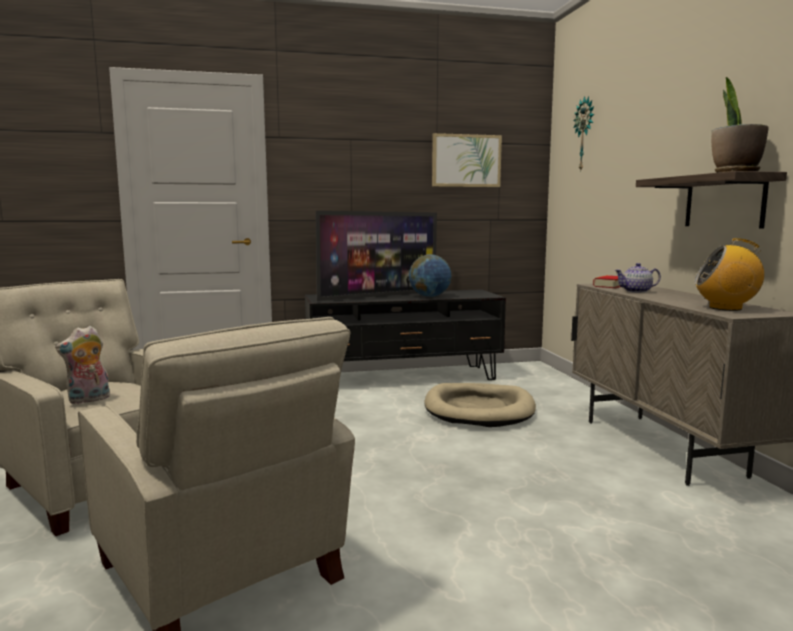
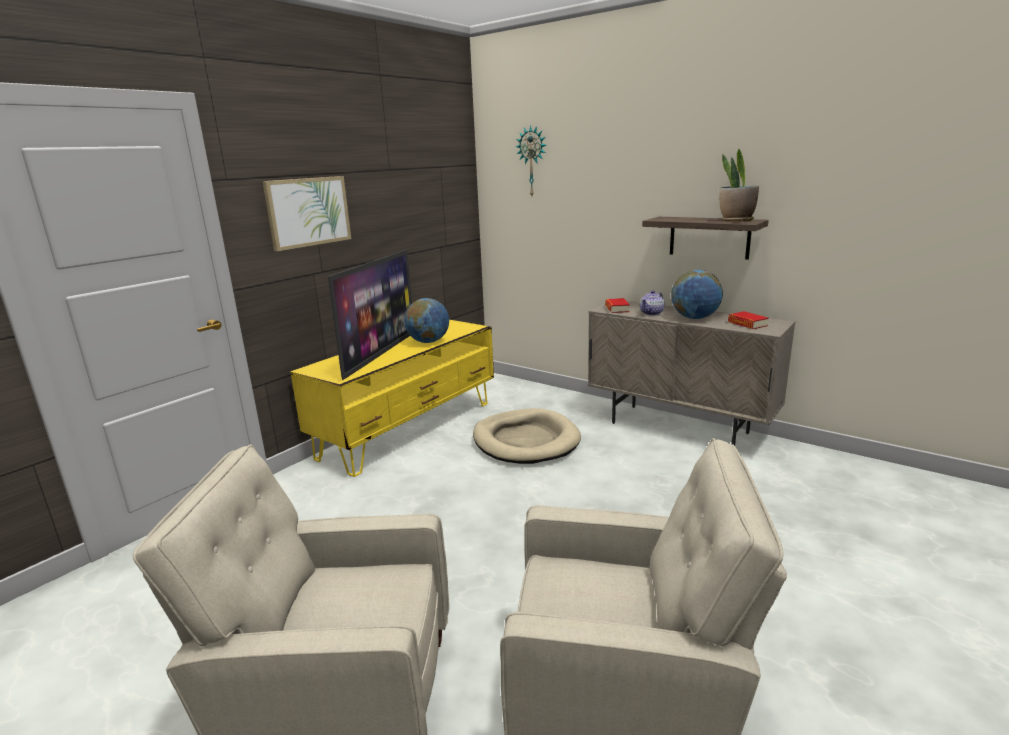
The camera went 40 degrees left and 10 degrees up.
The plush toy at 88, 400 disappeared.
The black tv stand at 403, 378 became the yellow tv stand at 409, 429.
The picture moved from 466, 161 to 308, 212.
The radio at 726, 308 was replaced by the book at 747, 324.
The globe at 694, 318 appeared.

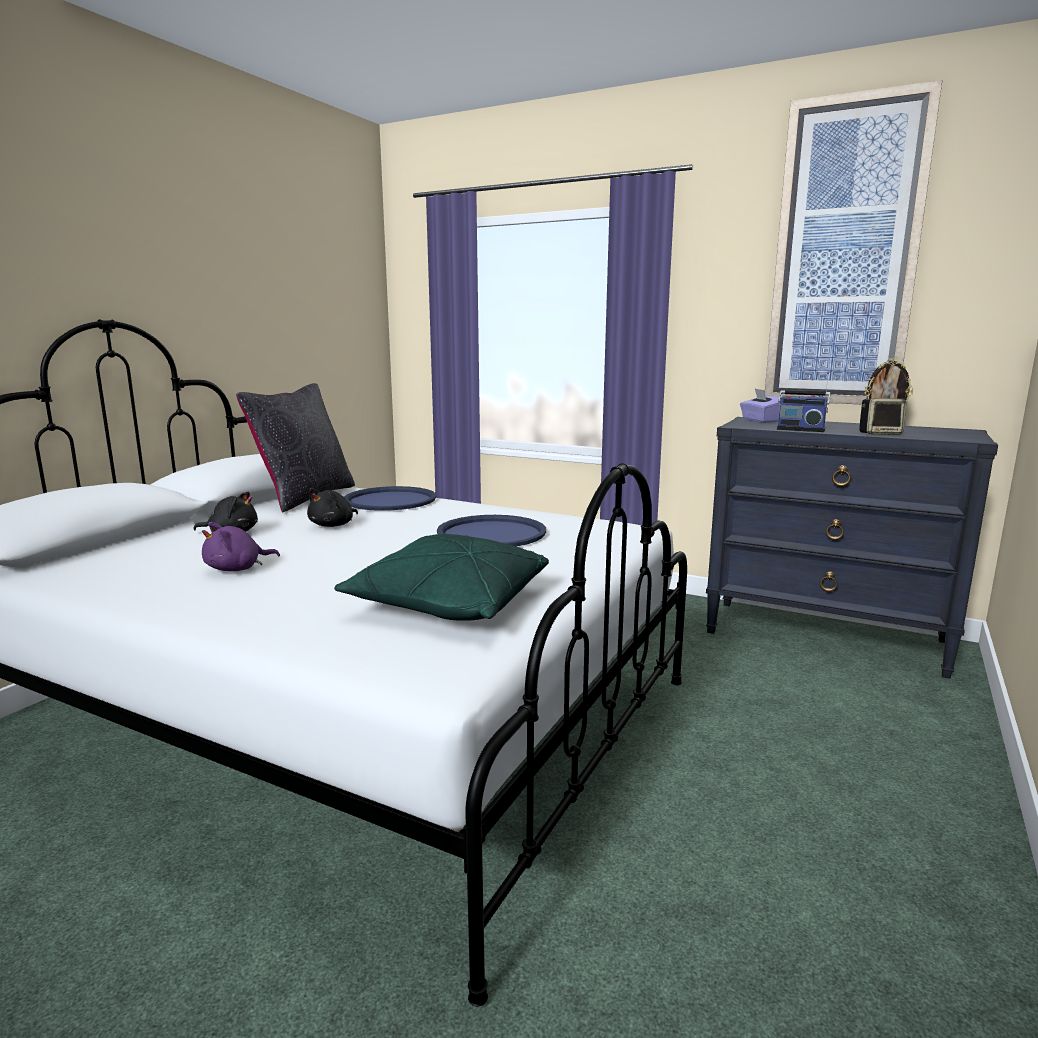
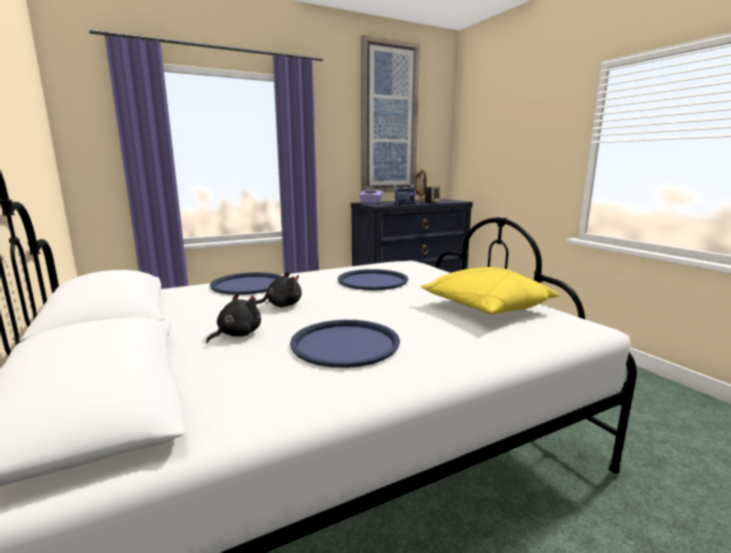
The camera went 55 degrees left and 0 degrees up.
The purple plush toy at 237, 569 was replaced by the blue tray at 345, 344.
The black pillow at 305, 497 disappeared.
The black plush toy at 333, 525 turned 90 degrees counterclockwise.
The green pillow at 449, 604 became the yellow pillow at 485, 308.

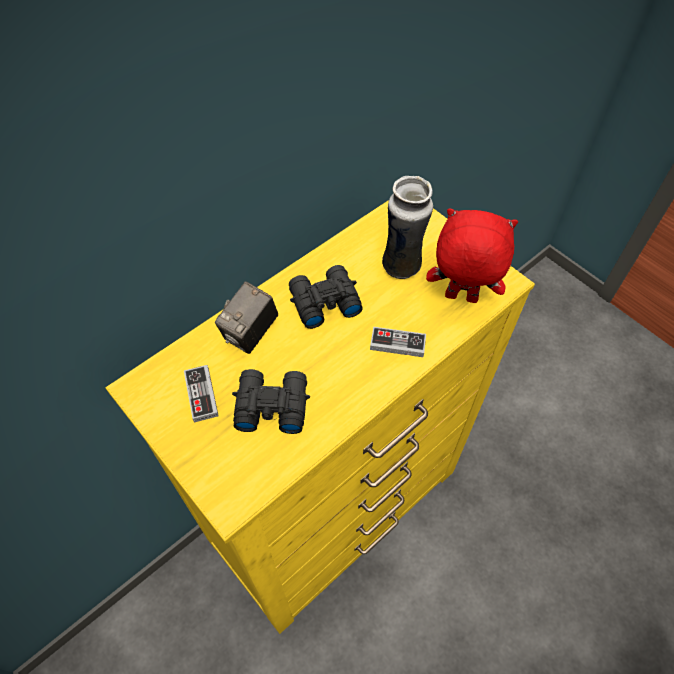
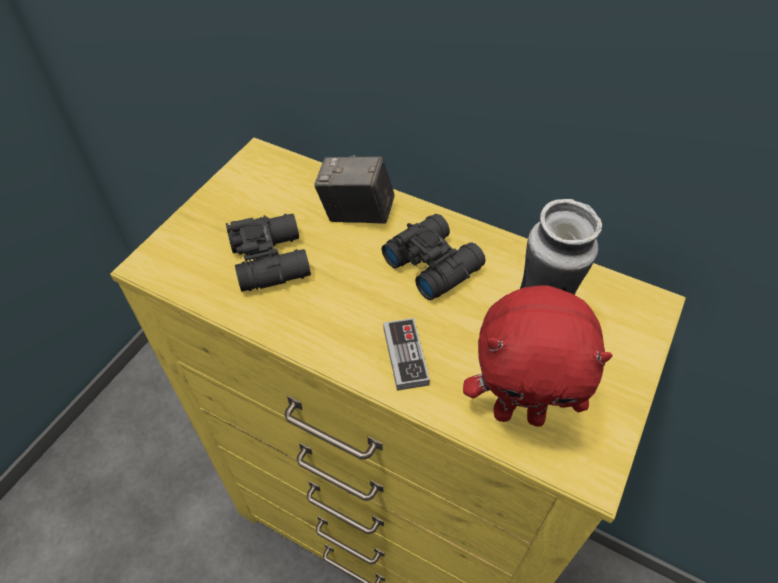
The camera went 70 degrees right and 5 degrees down.
The game controller at 201, 395 disappeared.
The red plush toy at 460, 299 turned 105 degrees clockwise.

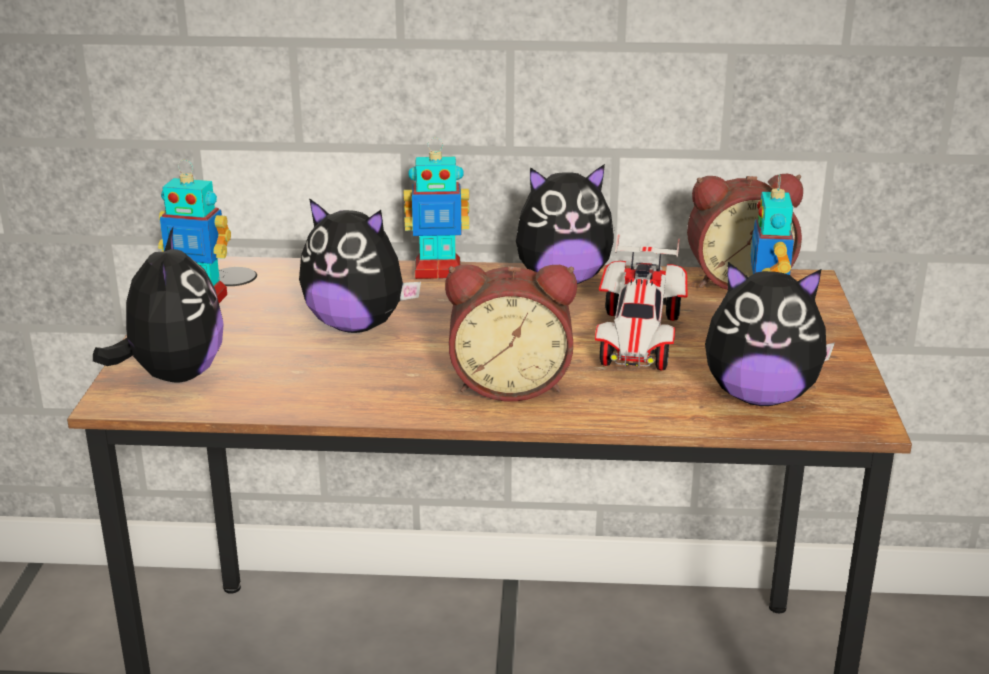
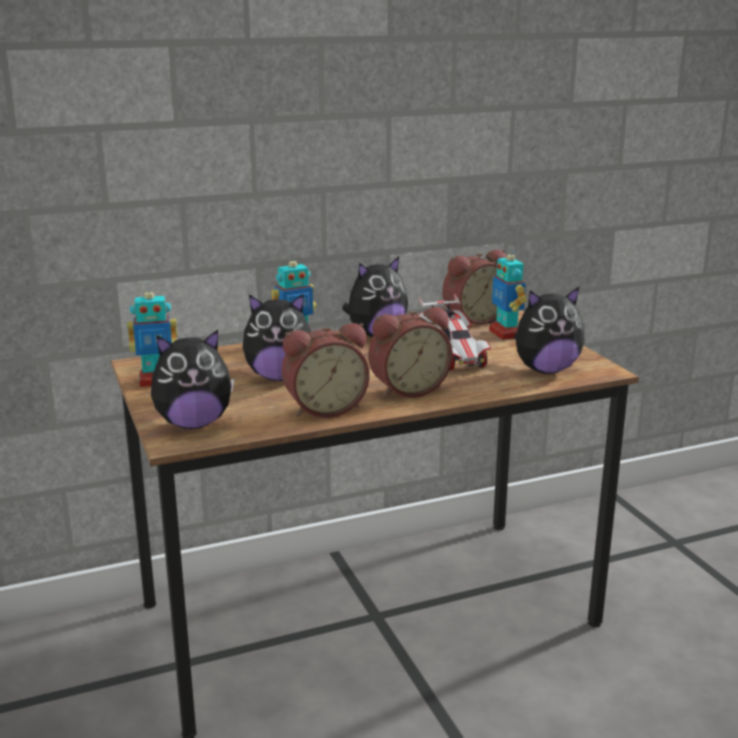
The camera went 25 degrees left and 5 degrees down.
The plush toy at 173, 376 turned 105 degrees clockwise.
The alarm clock at 324, 408 appeared.

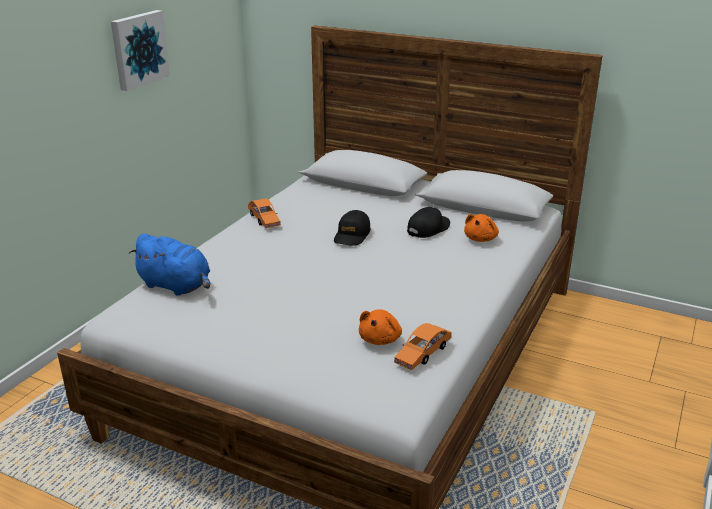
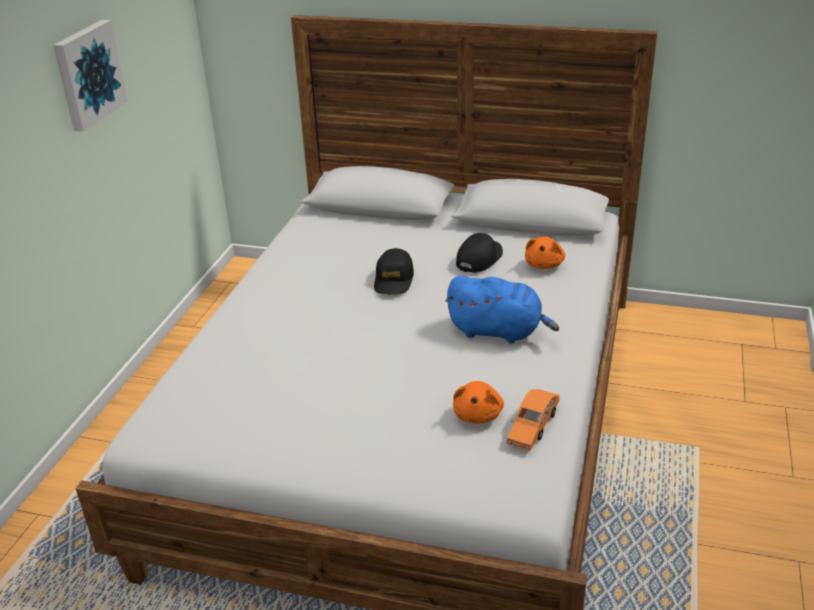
The camera went 10 degrees left and 5 degrees up.
The blue plush toy moved from 176, 286 to 498, 331.
The orange toy car at 264, 220 disappeared.

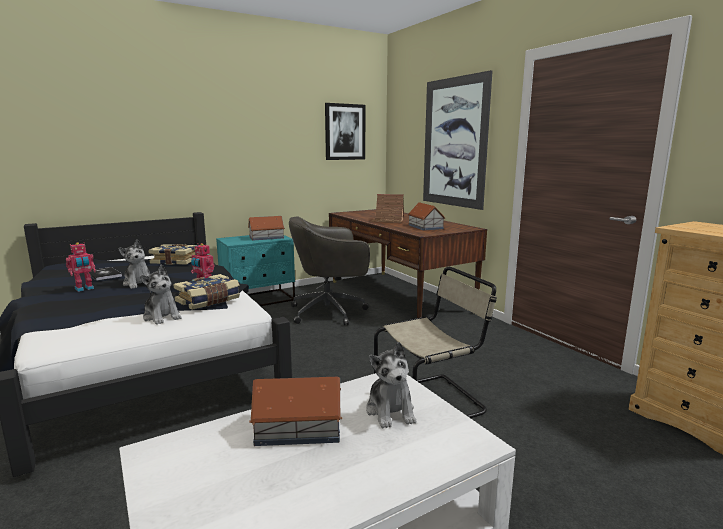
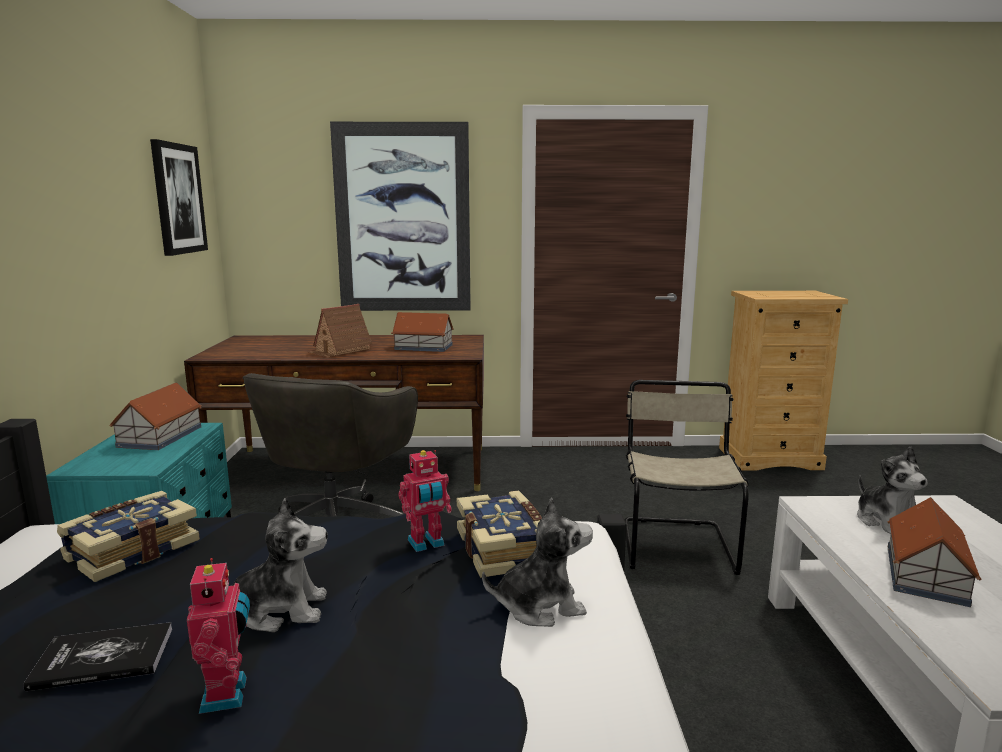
The camera went 60 degrees left and 0 degrees up.
The plush toy at 391, 411 turned 60 degrees clockwise.

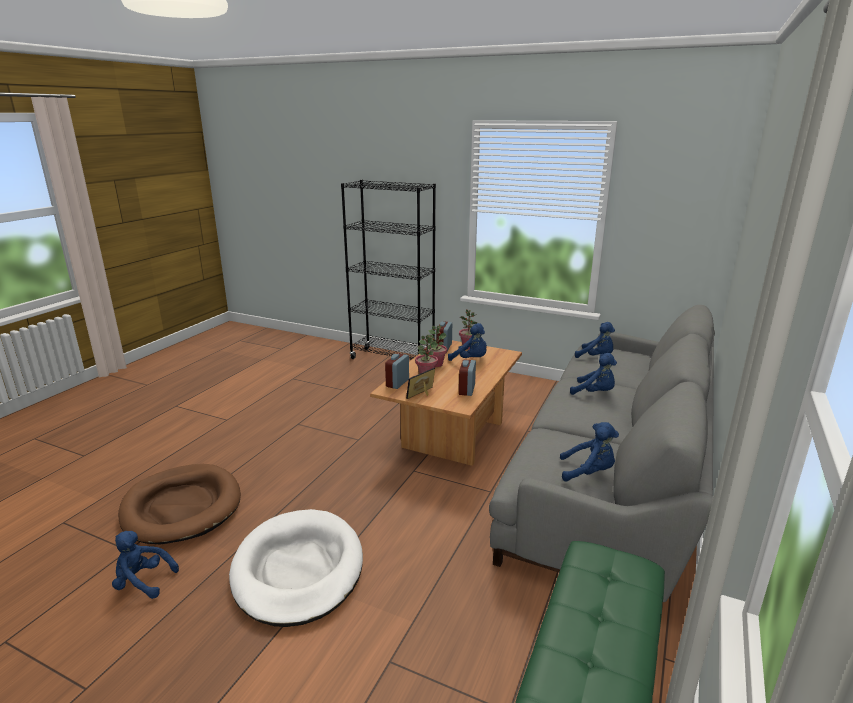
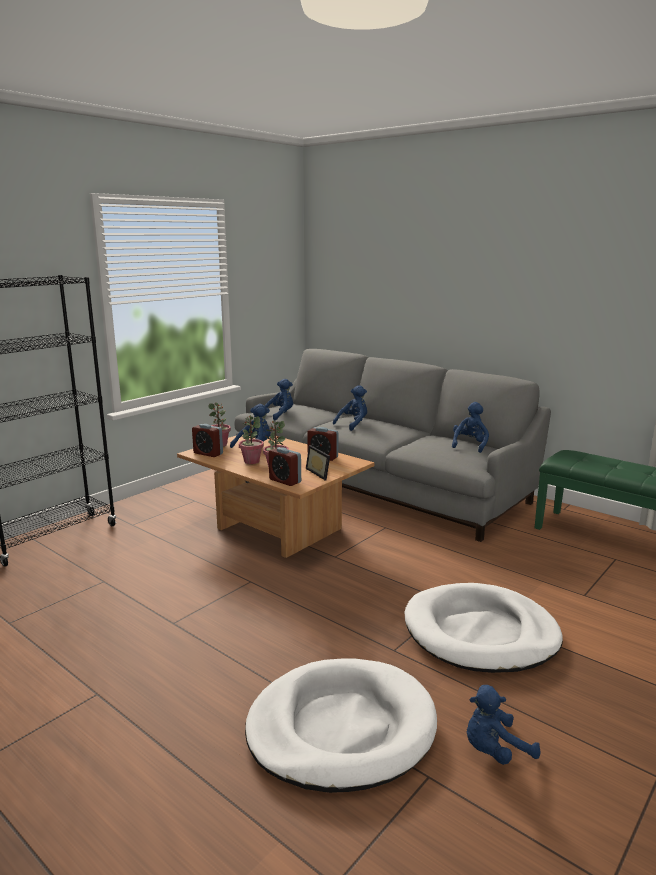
The camera went 75 degrees left and 5 degrees down.
The blue plush toy at 143, 582 turned 45 degrees clockwise.
The brown dog bed at 182, 507 became the white dog bed at 341, 728.

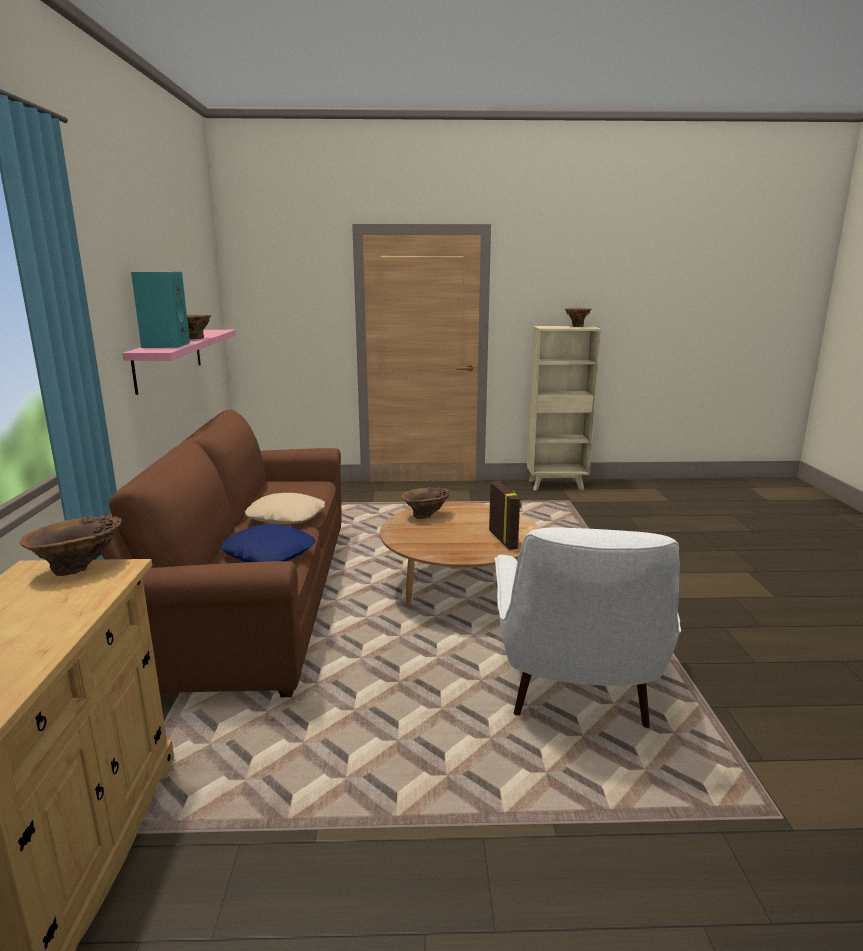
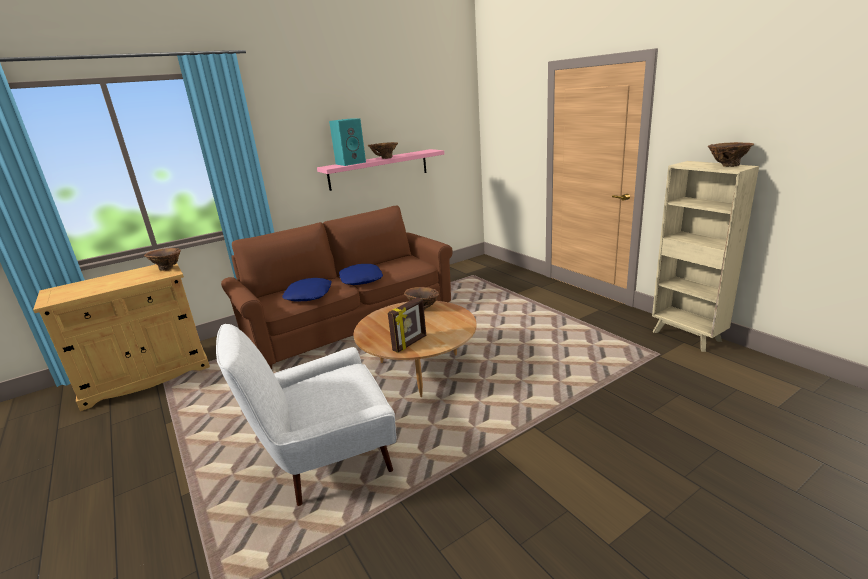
The camera went 60 degrees right and 5 degrees up.
The beige pillow at 286, 516 became the blue pillow at 361, 279.

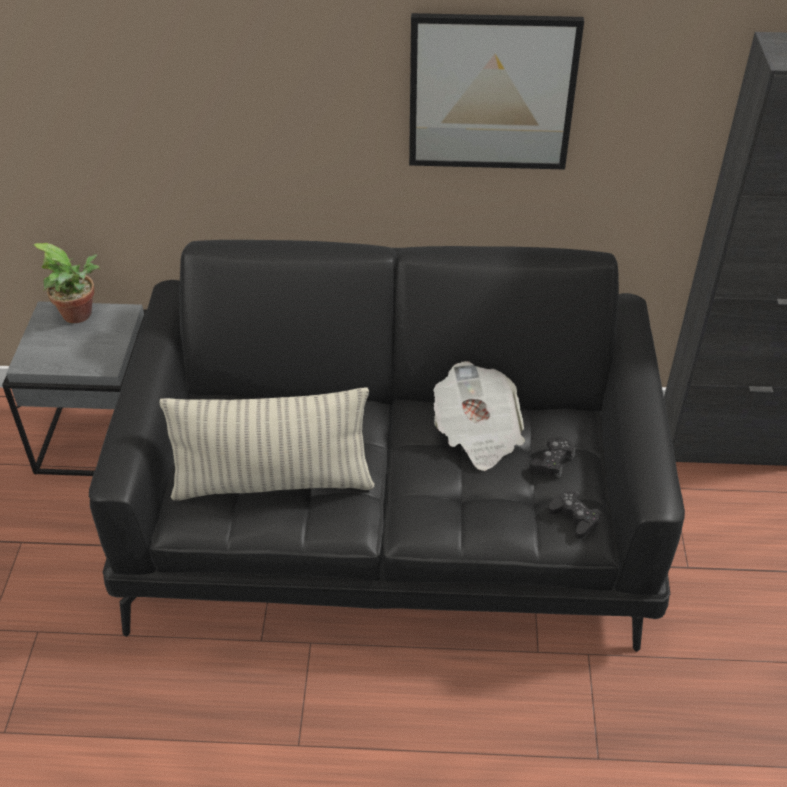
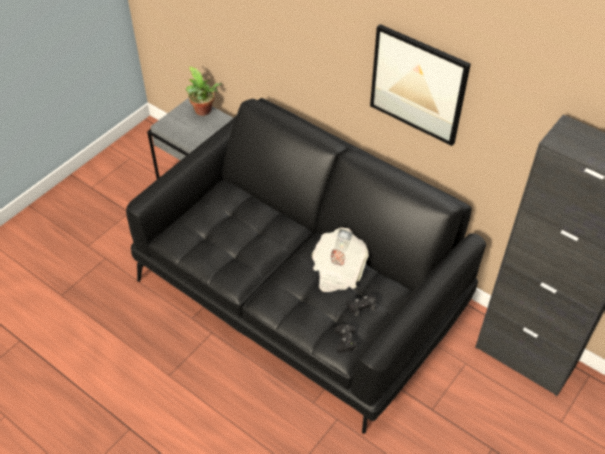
The camera went 35 degrees right and 5 degrees up.
The pillow at 273, 482 disappeared.

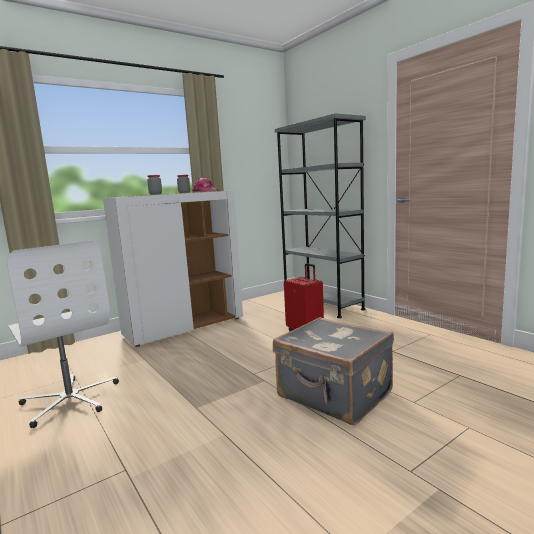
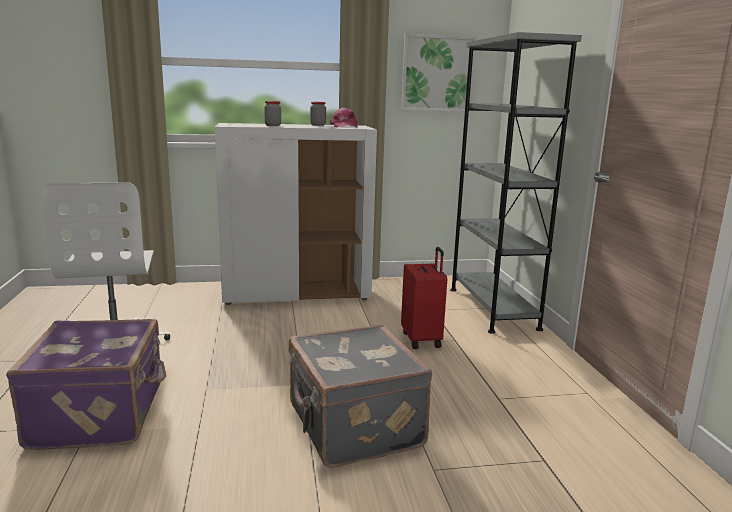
The camera went 25 degrees right and 5 degrees up.
The purple suitcase at 101, 415 appeared.
The picture at 437, 73 appeared.

